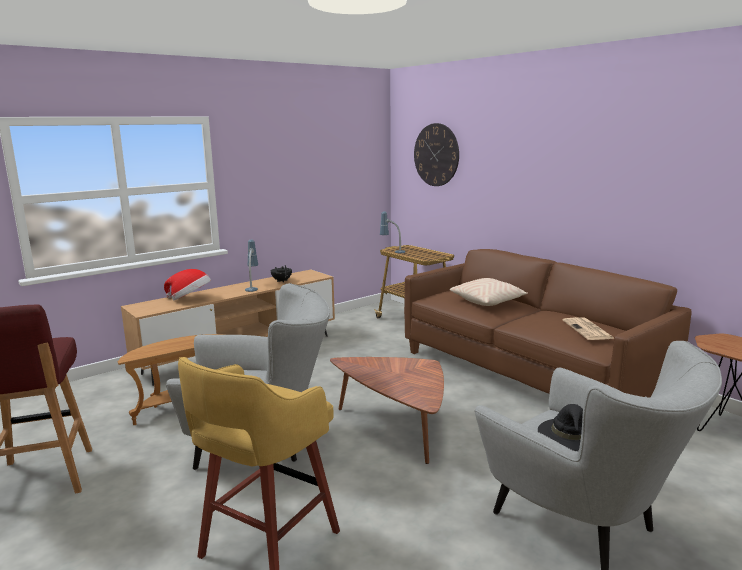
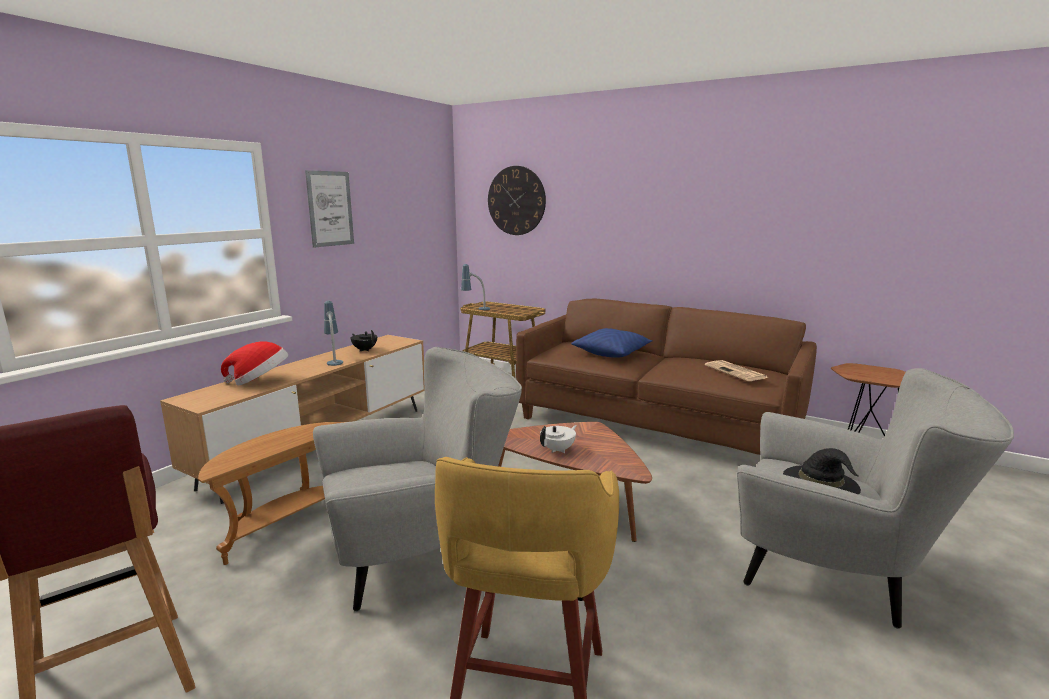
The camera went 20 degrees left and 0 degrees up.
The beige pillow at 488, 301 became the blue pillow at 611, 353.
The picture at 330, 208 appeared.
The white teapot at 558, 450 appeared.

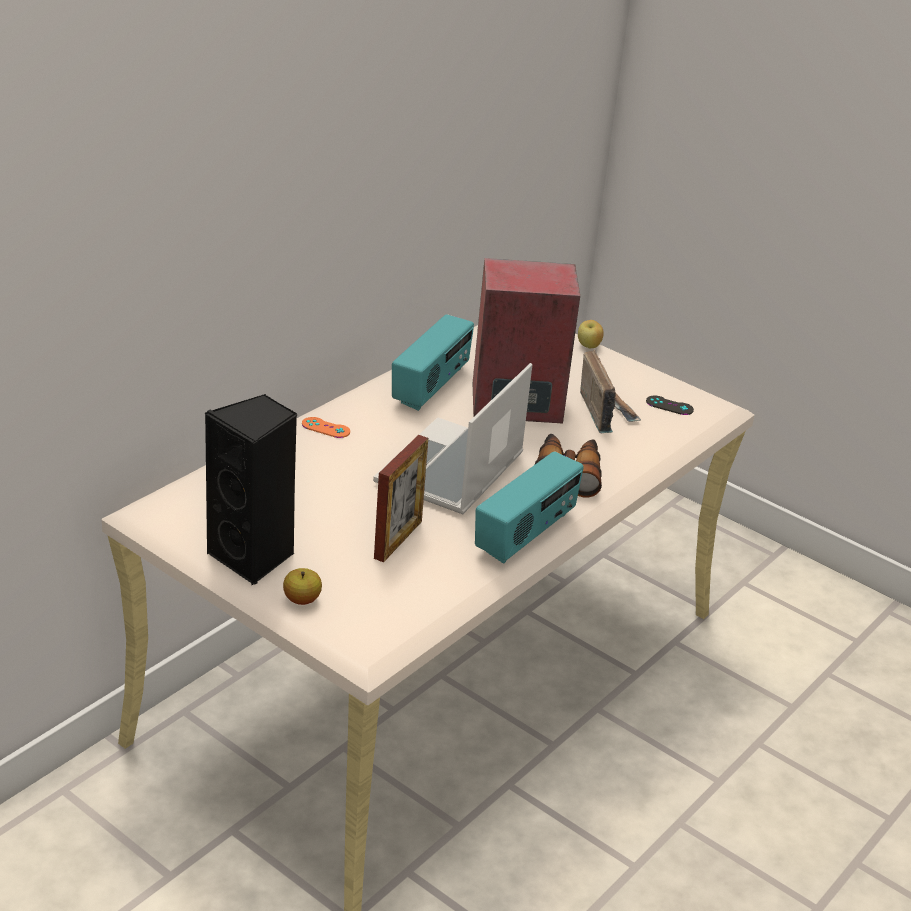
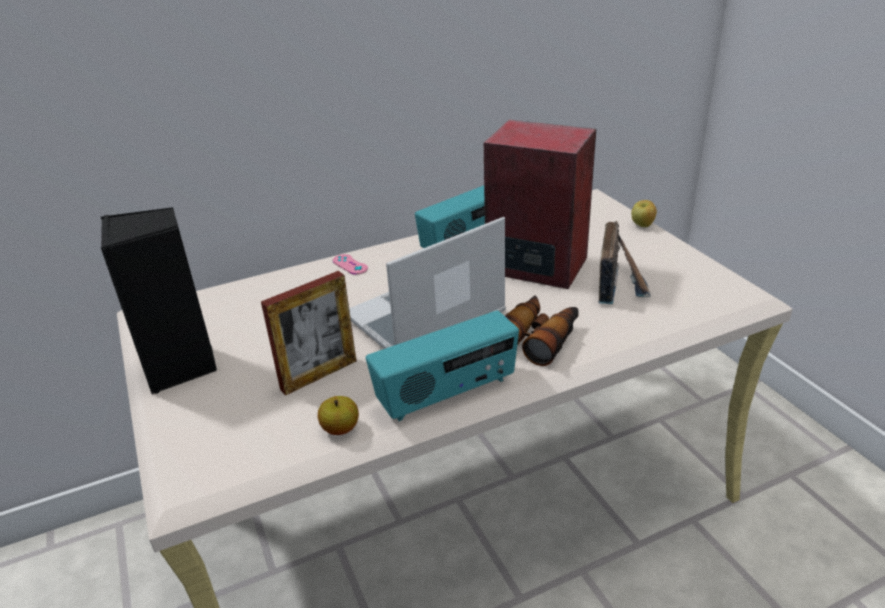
The camera went 30 degrees right and 0 degrees up.
The apple moved from 302, 600 to 340, 429.
The orange game controller at 326, 428 became the pink game controller at 350, 264.
The black game controller at 669, 405 disappeared.

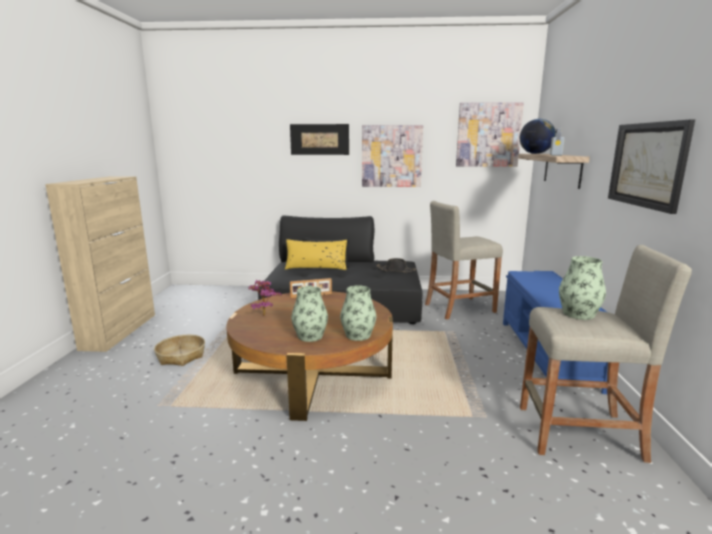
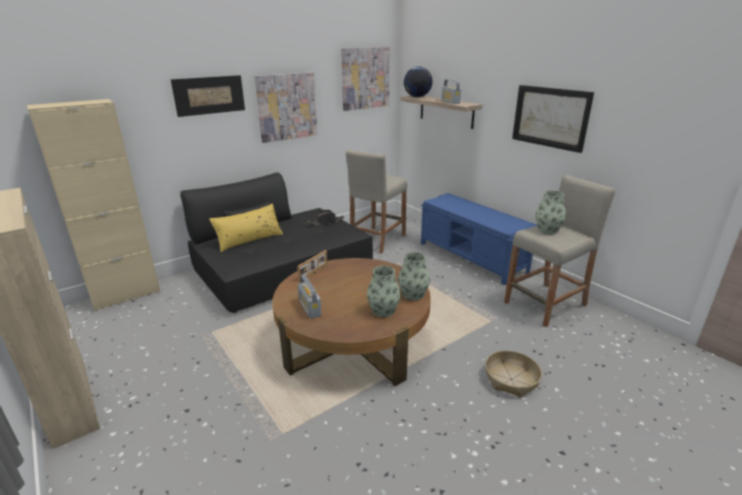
The camera went 40 degrees left and 10 degrees up.
The basket moved from 181, 356 to 511, 379.
The potted plant at 263, 315 was replaced by the radio at 310, 308.
The beige cabinet at 126, 295 appeared.

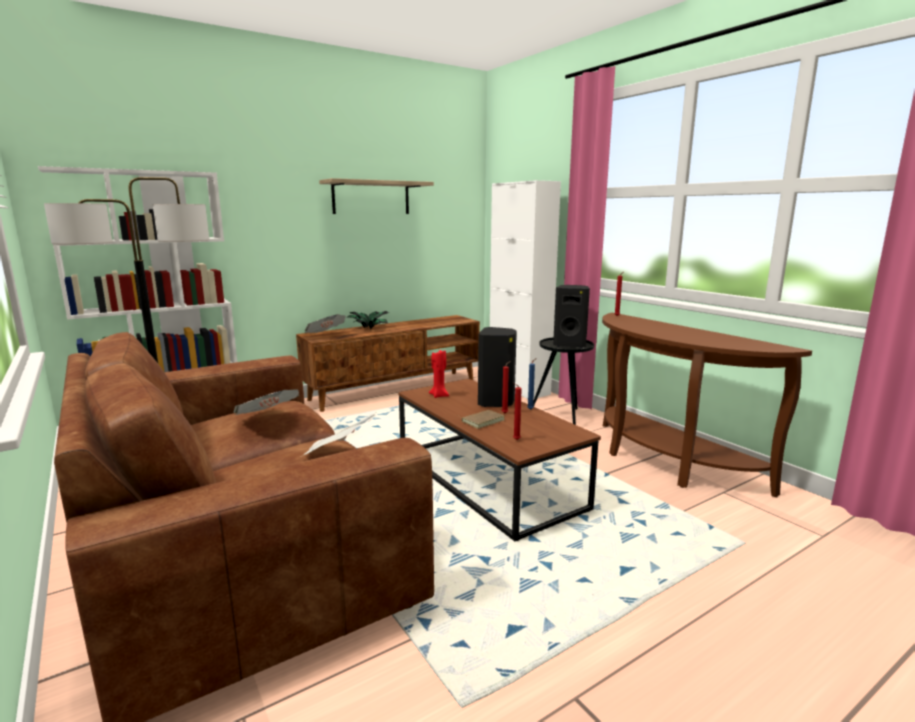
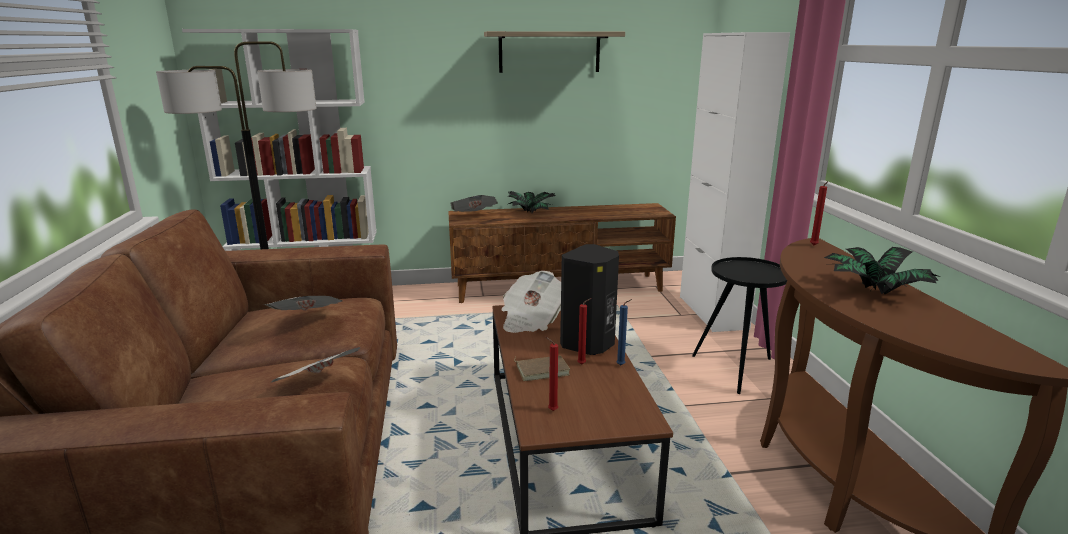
The camera went 25 degrees right and 5 degrees up.
The red candle at 439, 395 was replaced by the newspaper at 531, 320.
The black speaker at 570, 345 disappeared.
The potted plant at 874, 292 appeared.

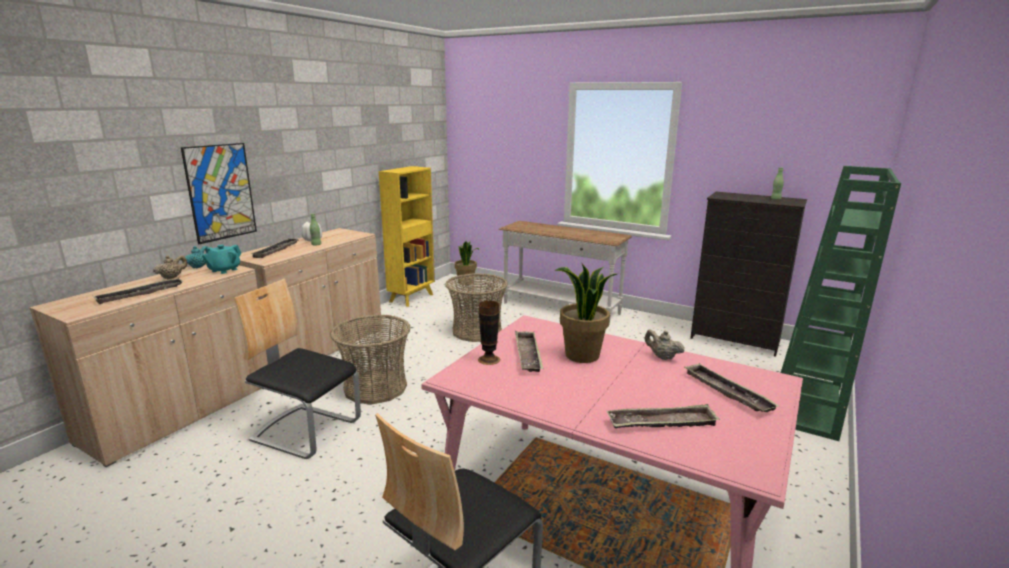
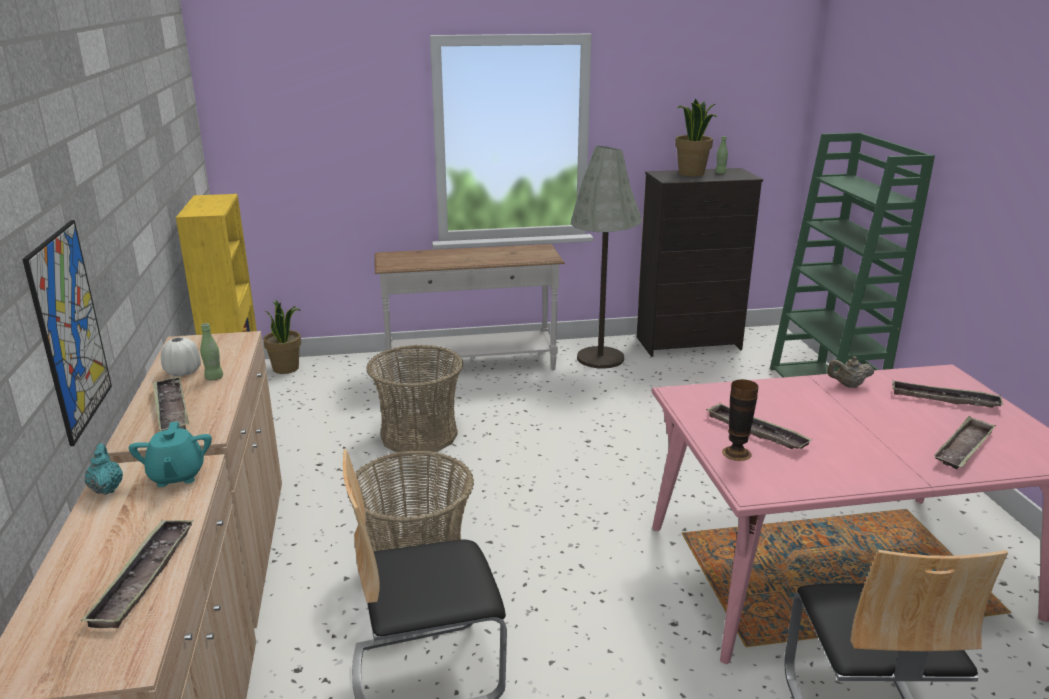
The camera went 40 degrees left and 5 degrees up.
The beige teapot at 172, 277 disappeared.
The potted plant moved from 582, 356 to 691, 174.
The grey floor lamp at 600, 358 appeared.

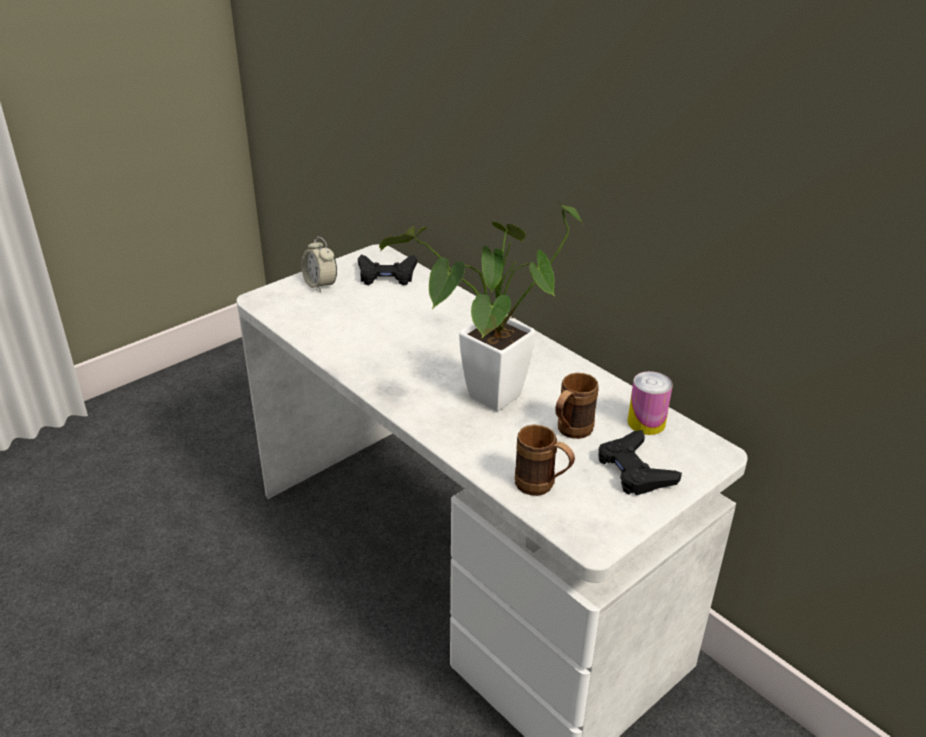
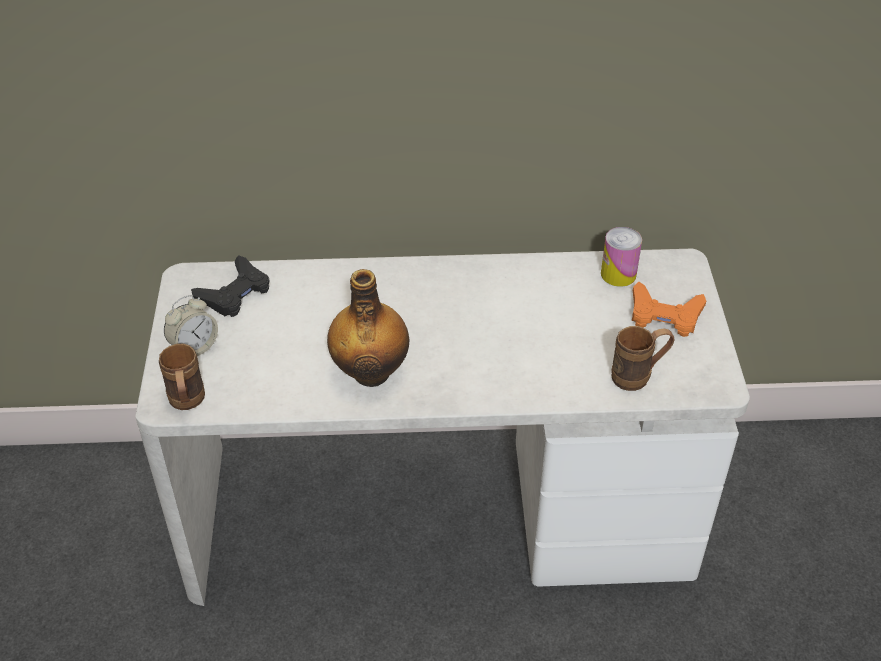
The camera went 50 degrees left and 10 degrees up.
The alarm clock at 320, 285 turned 45 degrees counterclockwise.
The potted plant at 486, 402 disappeared.
The brown mug moved from 570, 432 to 187, 404.
The black game controller at 634, 470 became the orange game controller at 664, 315.
The bottle at 371, 371 appeared.

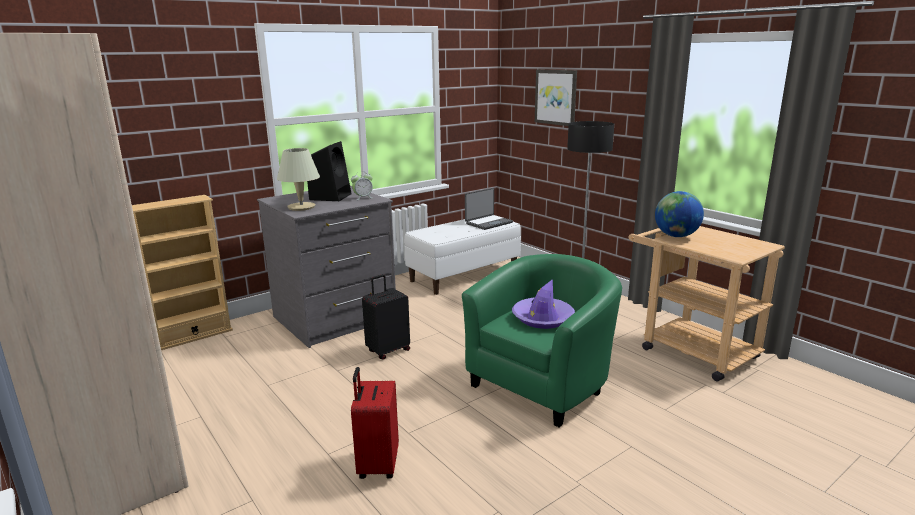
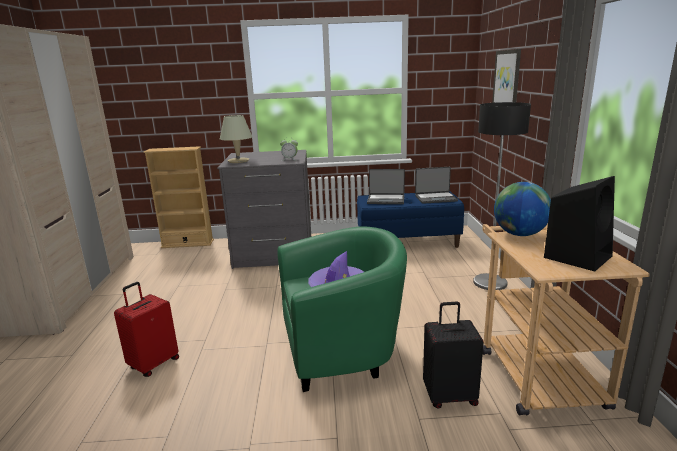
The camera went 35 degrees right and 0 degrees up.
The black speaker moved from 330, 196 to 577, 256.
The black suitcase moved from 388, 350 to 449, 396.
The white bench at 464, 275 became the blue bench at 408, 242.
The laptop at 386, 200 appeared.

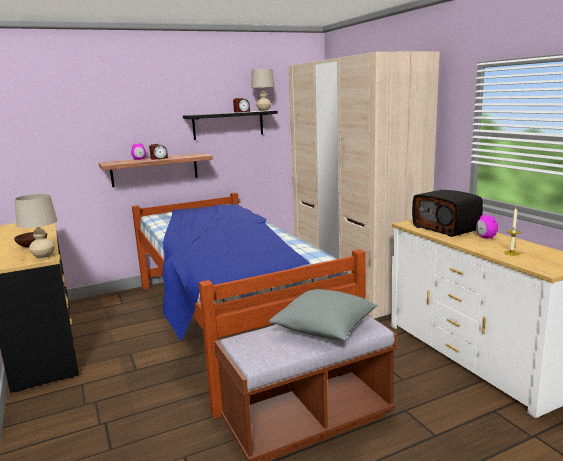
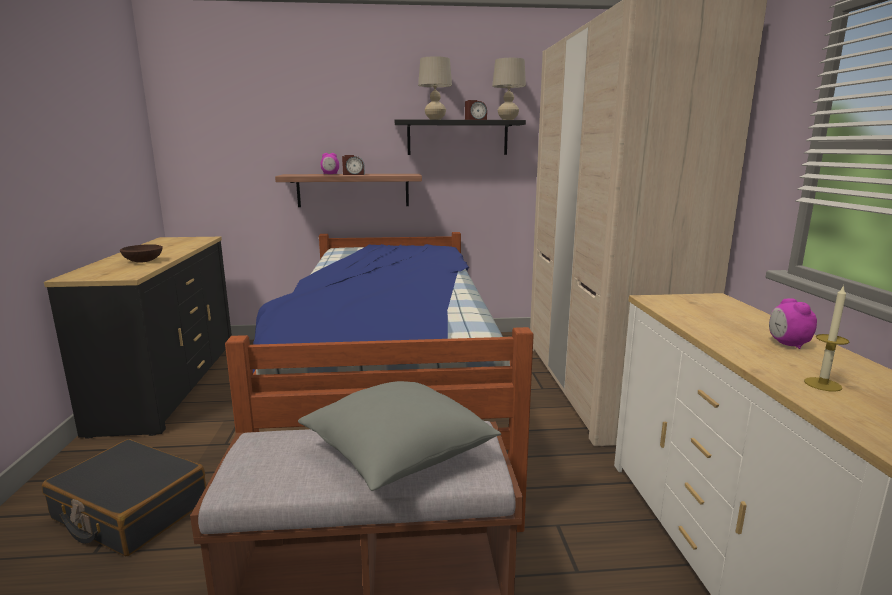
The camera went 20 degrees right and 0 degrees up.
The beige table lamp moved from 43, 256 to 435, 119.
The radio at 446, 228 disappeared.
The black suitcase at 130, 511 appeared.

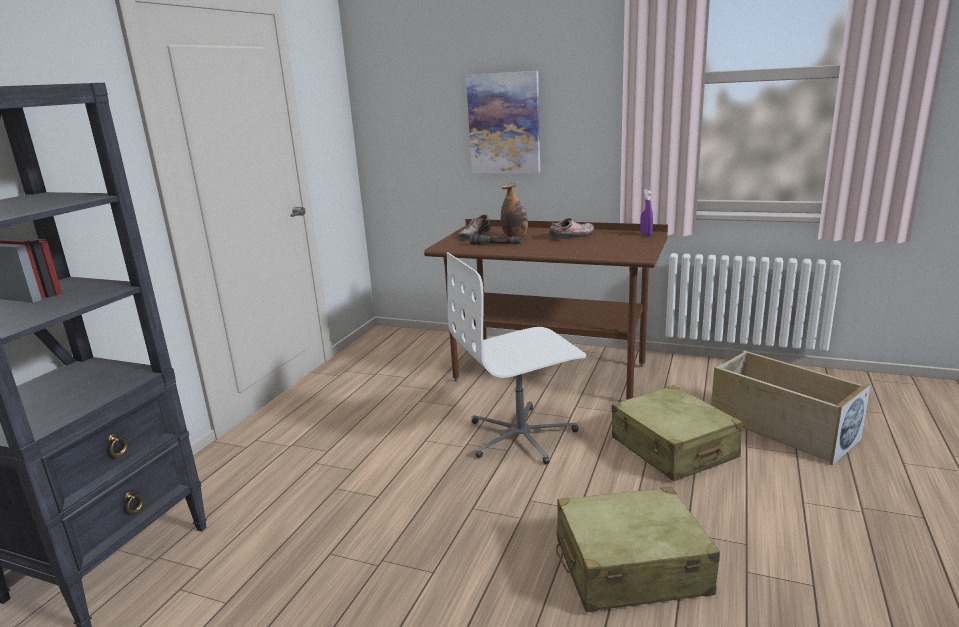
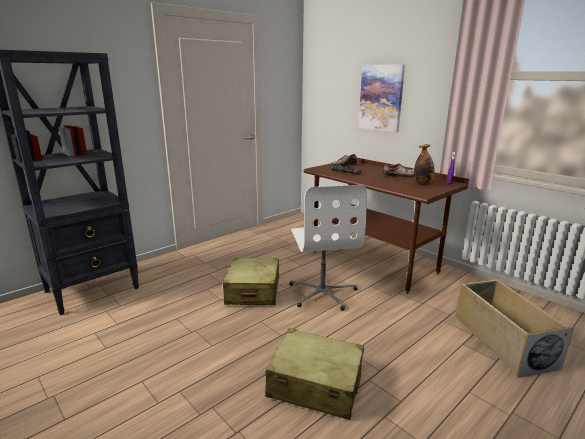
The camera went 25 degrees right and 0 degrees up.
The white office chair at 521, 436 turned 105 degrees counterclockwise.
The bottle moved from 515, 237 to 423, 183.
The beige suitcase moved from 673, 448 to 253, 291.

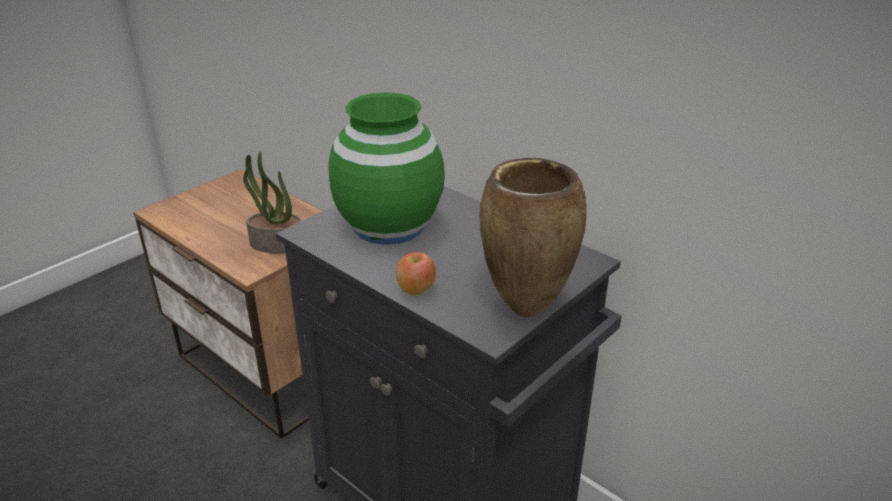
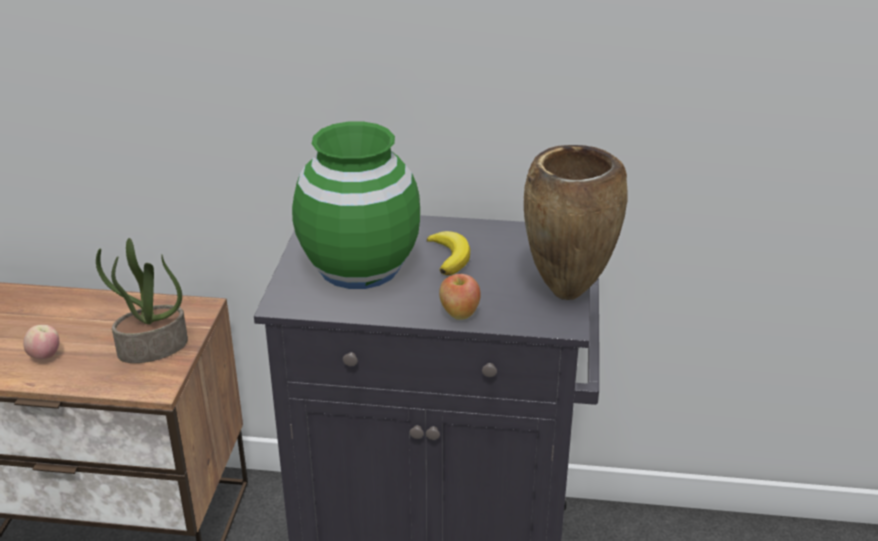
The camera went 35 degrees left and 0 degrees up.
The apple at 45, 356 appeared.
The banana at 449, 256 appeared.

